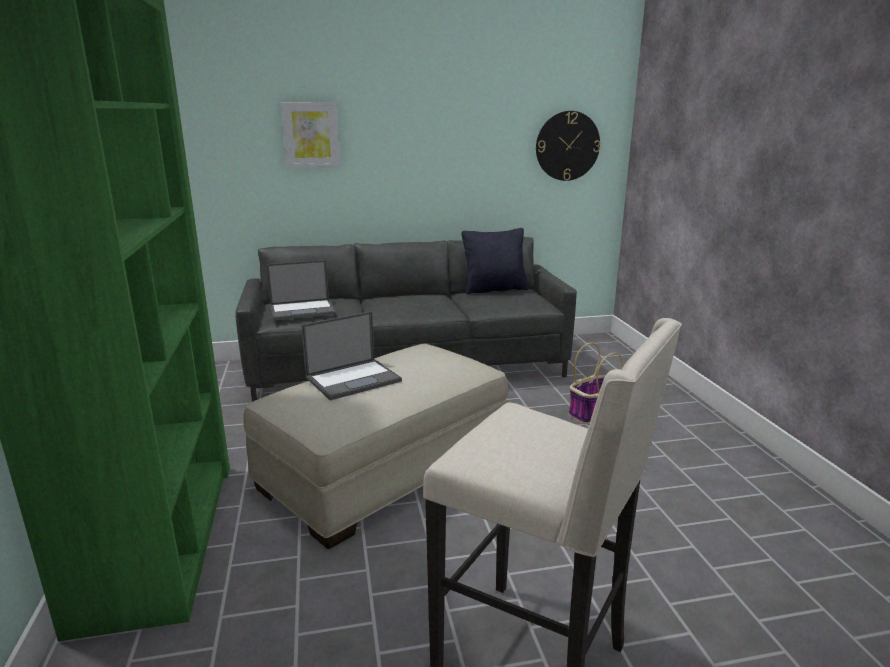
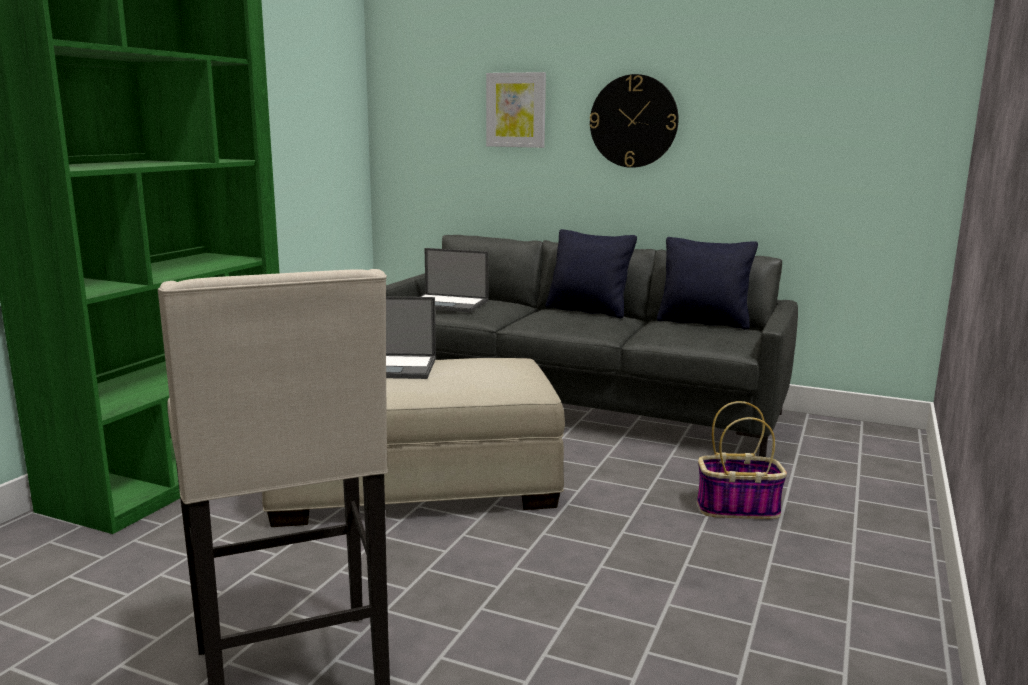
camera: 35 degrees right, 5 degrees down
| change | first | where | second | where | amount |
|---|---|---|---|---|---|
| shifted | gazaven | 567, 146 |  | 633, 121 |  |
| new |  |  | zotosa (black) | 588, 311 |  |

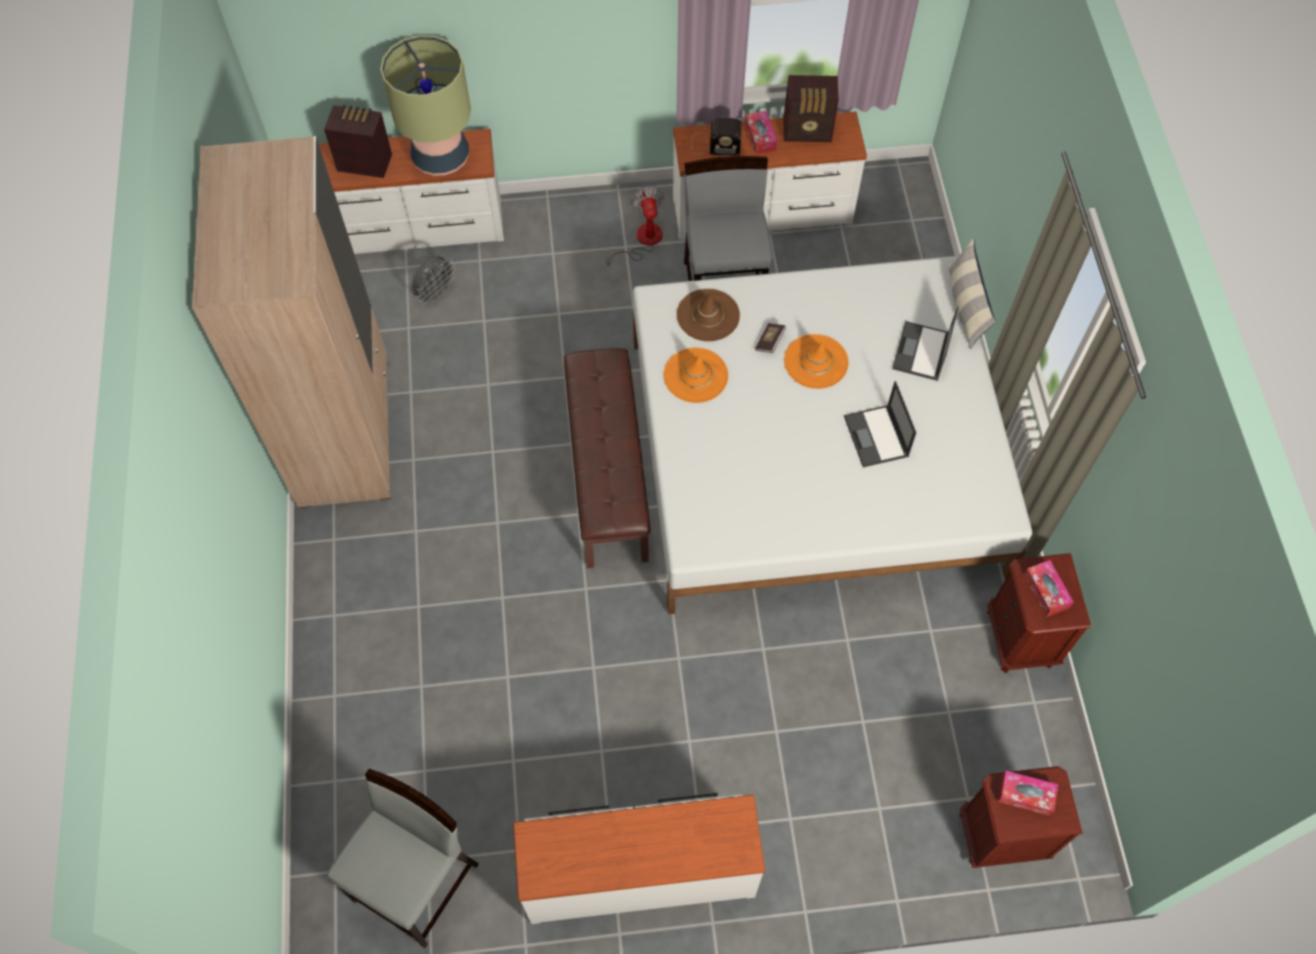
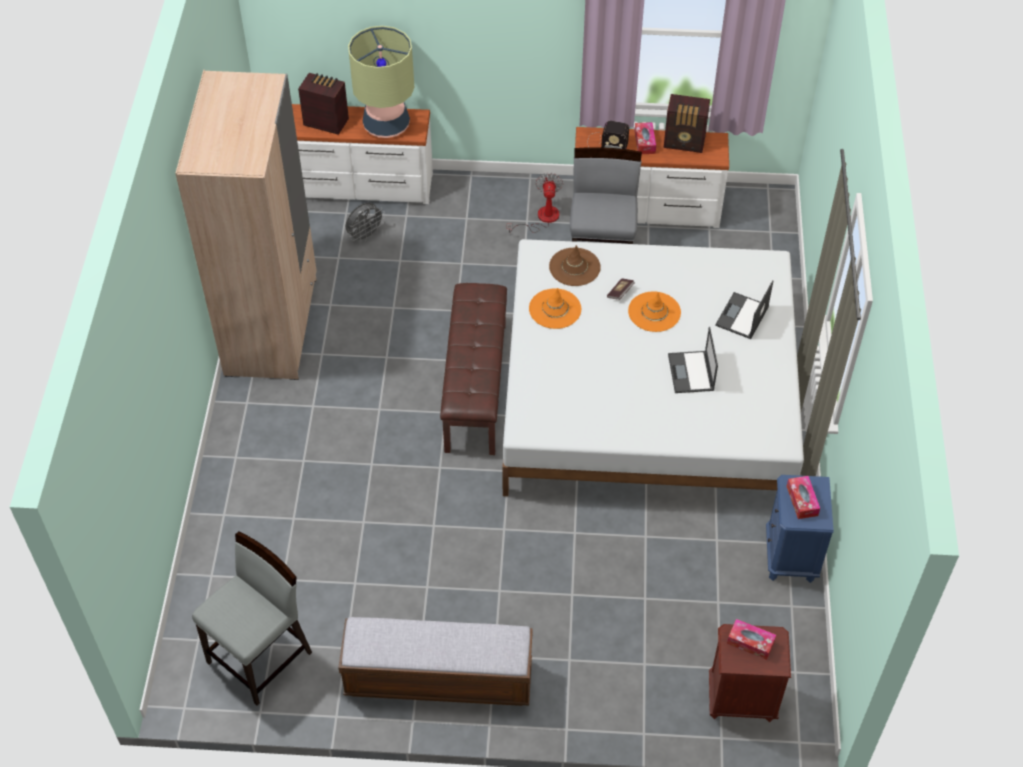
camera: 10 degrees right, 10 degrees down
| change | first | where | second | where | amount |
|---|---|---|---|---|---|
| gone | zotosa | 966, 306 |  |  |  |
| repainted | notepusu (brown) | 1020, 638 | notepusu (blue) | 790, 556 |  |
| swapped | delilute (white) | 639, 872 | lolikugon | 438, 679 |  |

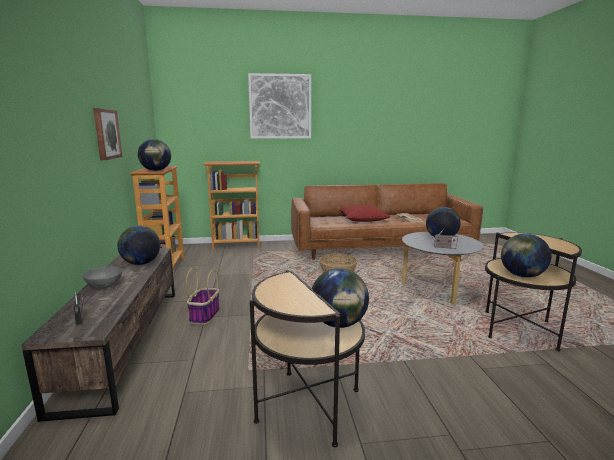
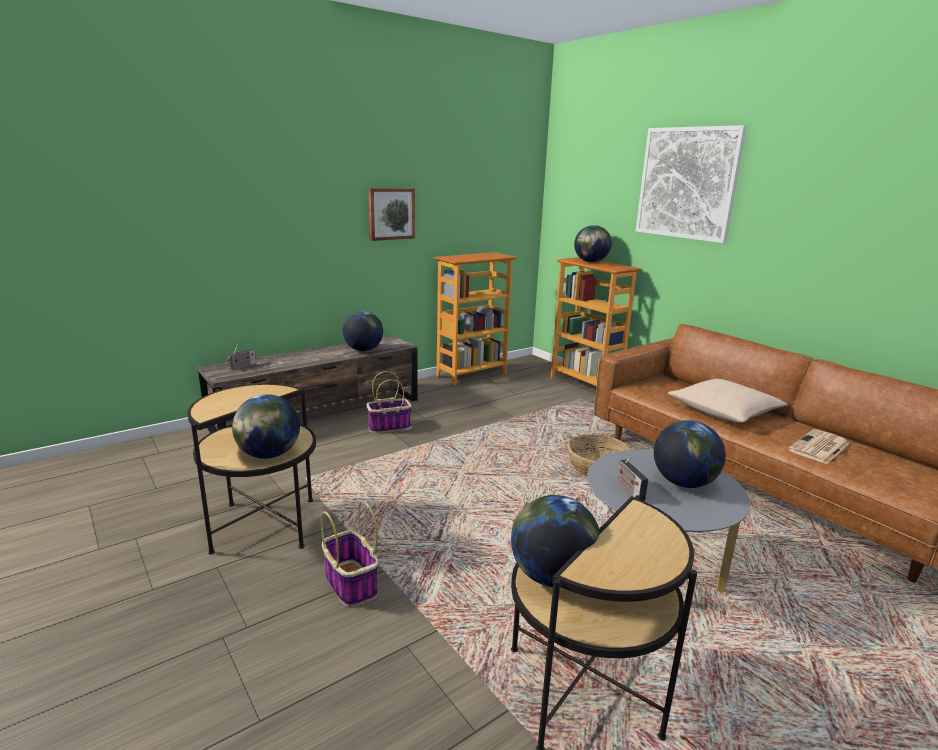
camera: 60 degrees right, 5 degrees up
| change | first | where | second | where | amount |
|---|---|---|---|---|---|
| shifted | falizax | 156, 170 |  | 590, 262 |  |
| repainted | zotosa (red) | 363, 220 | zotosa (beige) | 724, 412 |  |
| gone | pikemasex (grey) | 104, 286 |  |  |  |
| new |  |  | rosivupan | 350, 583 |  |

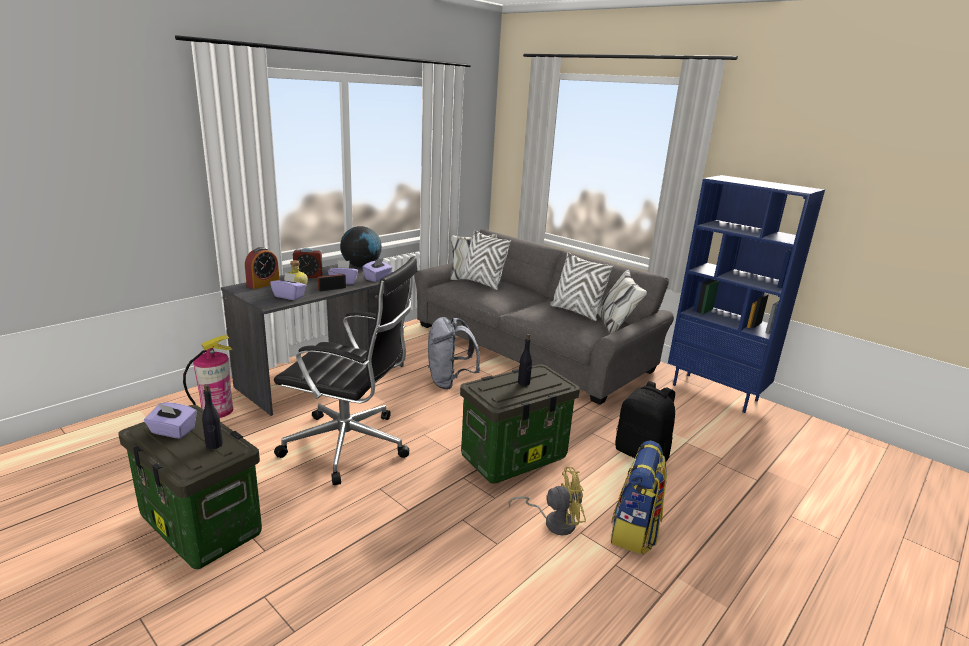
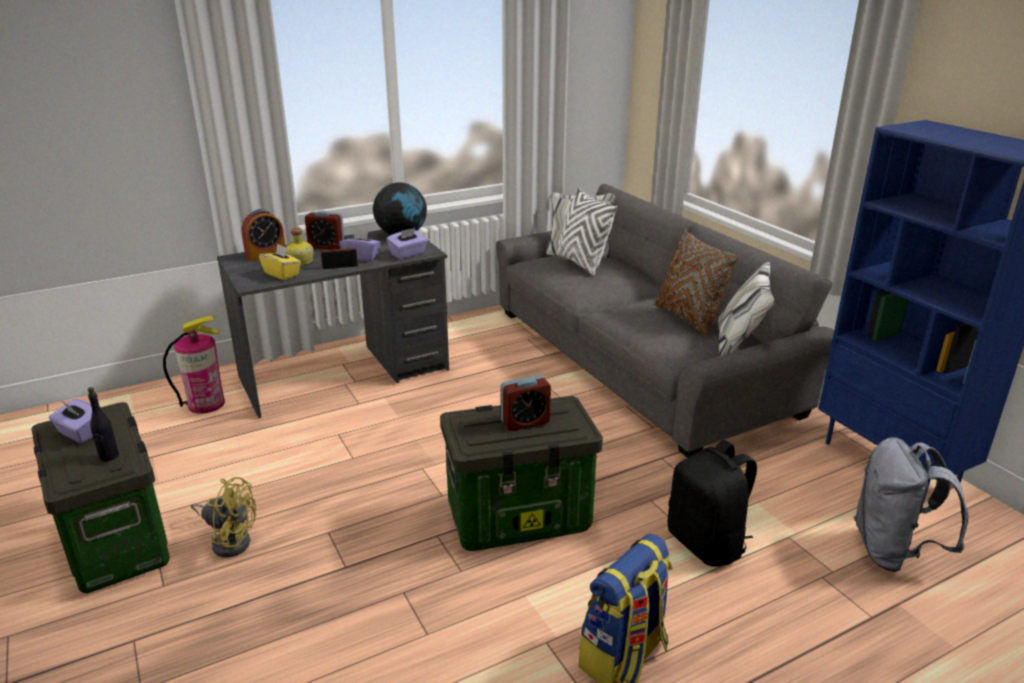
camera: 20 degrees right, 5 degrees up
| change | first | where | second | where | amount |
|---|---|---|---|---|---|
| repainted | zotosa (white) | 576, 312 | zotosa (brown) | 688, 318 |  |
| gone | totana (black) | 350, 446 |  |  |  |
| repainted | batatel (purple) | 289, 296 | batatel (yellow) | 282, 274 |  |
| shifted | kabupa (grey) | 449, 382 |  | 892, 552 |  |
| swapped | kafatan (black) | 524, 383 | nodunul | 525, 422 |  |
| shifted | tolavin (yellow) | 554, 522 |  | 229, 540 |  |

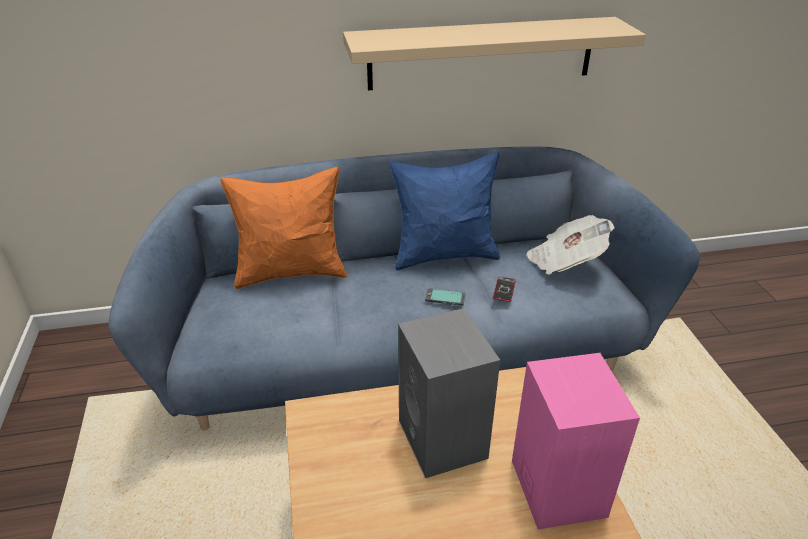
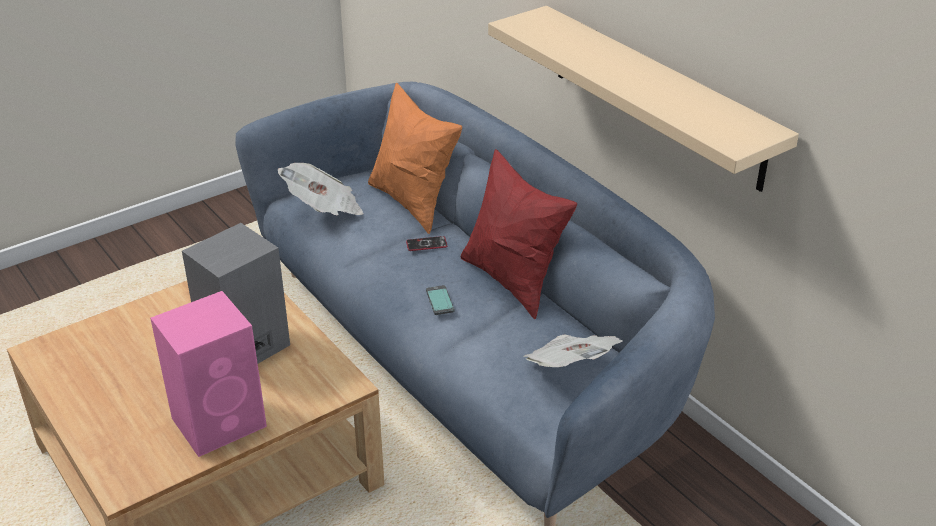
camera: 65 degrees right, 0 degrees up
| change | first | where | second | where | amount |
|---|---|---|---|---|---|
| repainted | zotosa (blue) | 444, 255 | zotosa (red) | 513, 281 |  |
| shifted | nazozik | 504, 289 |  | 426, 244 |  |
| new |  |  | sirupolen | 324, 208 |  |

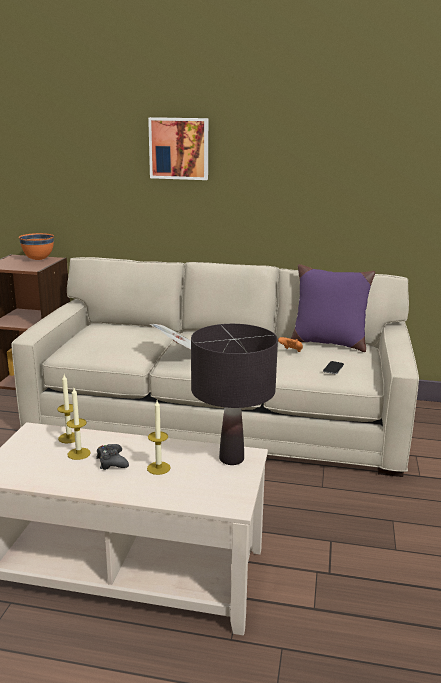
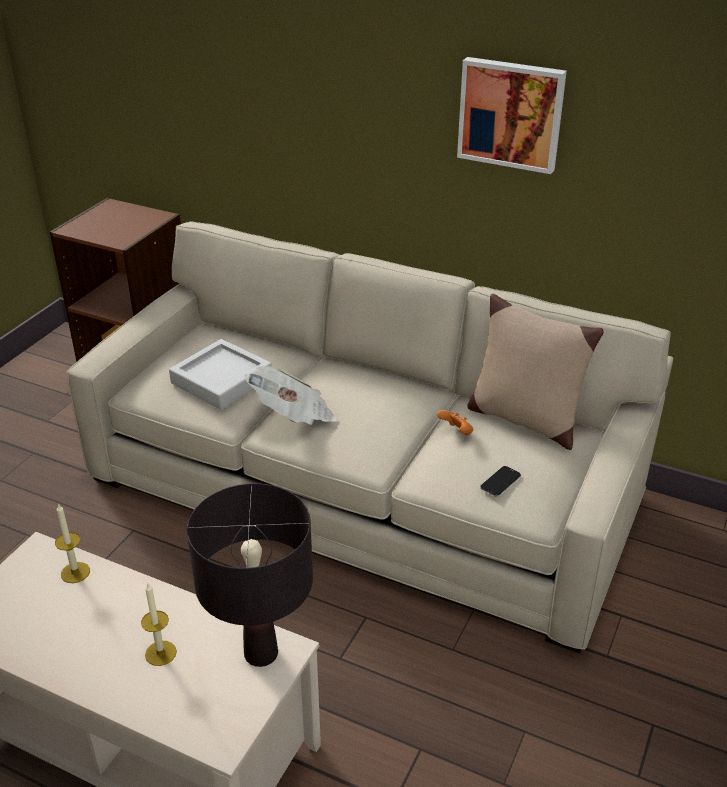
camera: 15 degrees right, 15 degrees up
| change | first | where | second | where | amount |
|---|---|---|---|---|---|
| shifted | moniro | 179, 148 |  | 511, 114 |  |
| gone | pikemasex (orange) | 38, 259 |  |  |  |
| repainted | zotosa (purple) | 328, 343 | zotosa (beige) | 524, 419 |  |
| gone | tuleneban | 79, 453 |  |  |  |
| gone | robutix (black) | 112, 462 |  |  |  |
| new |  |  | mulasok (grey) | 222, 380 |  |

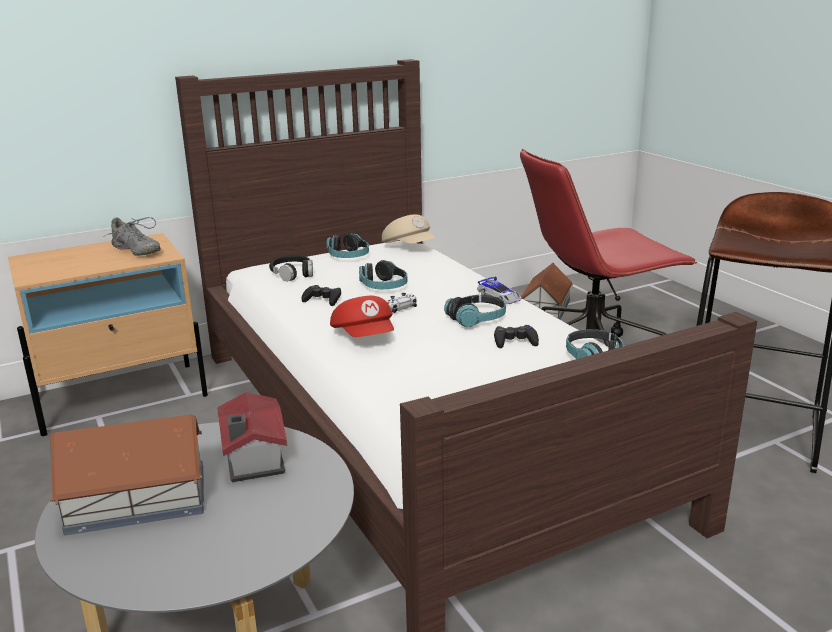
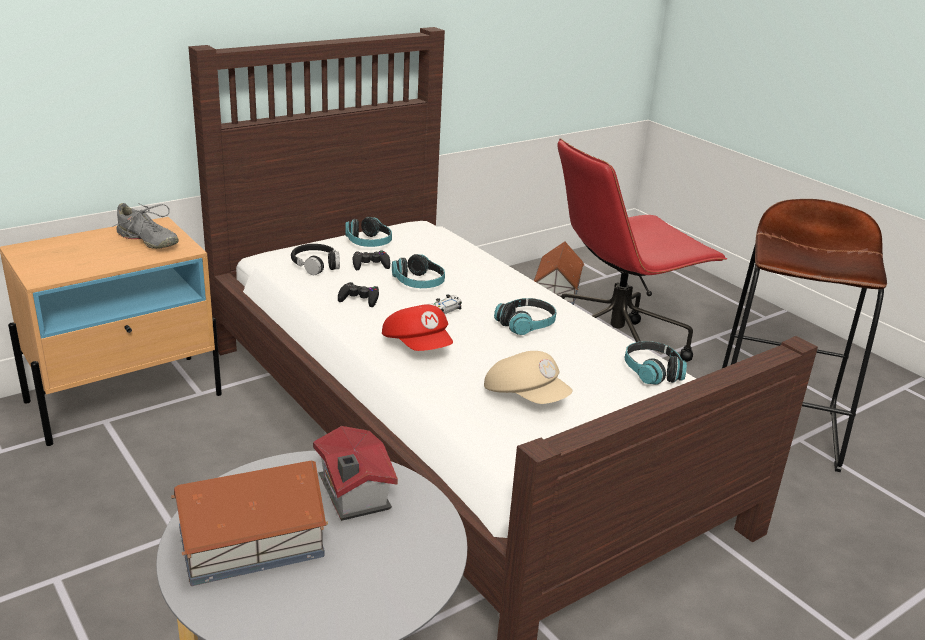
camera: 10 degrees left, 5 degrees up
| change | first | where | second | where | amount |
|---|---|---|---|---|---|
| shifted | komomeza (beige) | 410, 247 |  | 526, 396 |  |
| gone | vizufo | 500, 296 |  |  |  |
| shifted | robutix (black) | 515, 341 |  | 370, 264 |  |

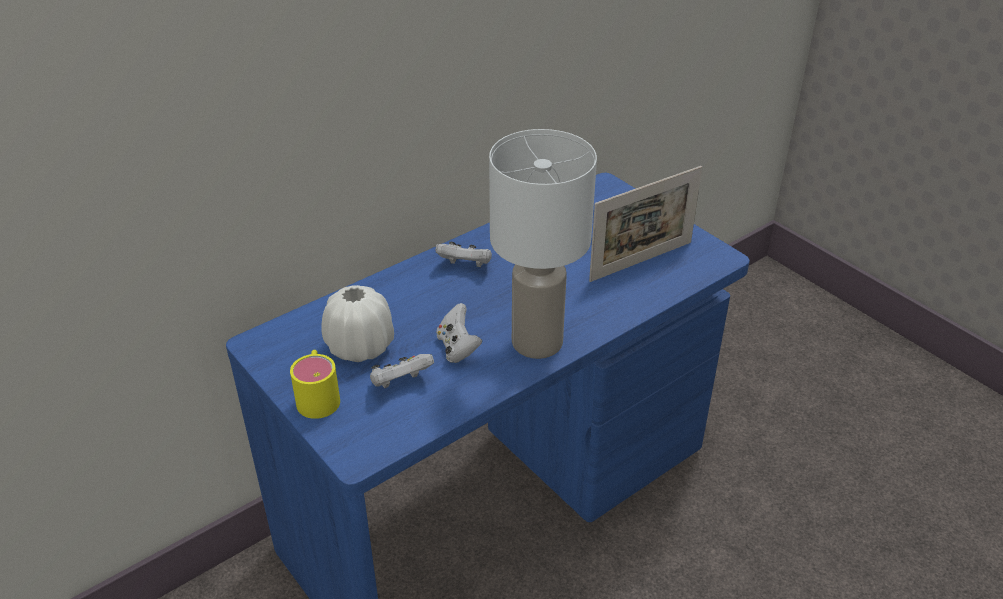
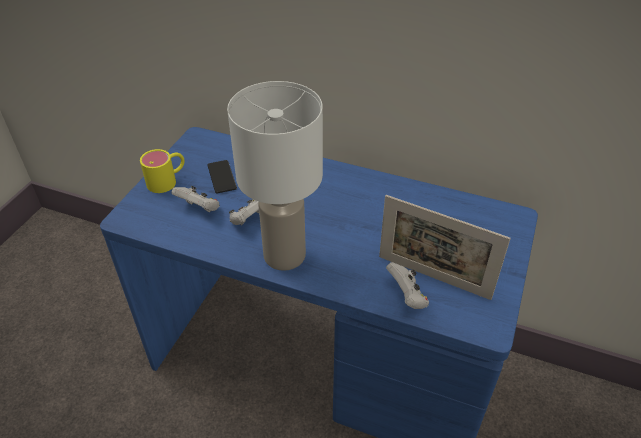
camera: 60 degrees right, 5 degrees up
| change | first | where | second | where | amount |
|---|---|---|---|---|---|
| shifted | robutix (white) | 465, 266 |  | 407, 296 |  |
| swapped | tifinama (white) | 360, 347 | nazozik | 222, 177 |  |

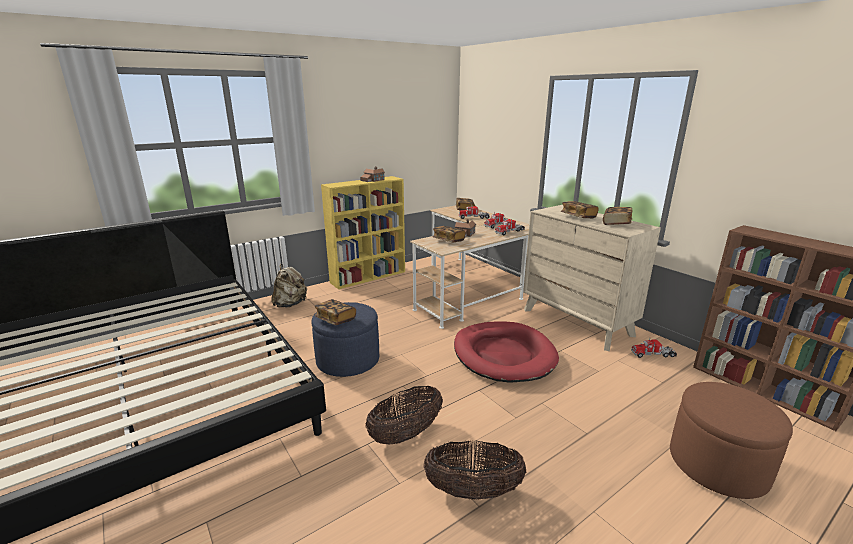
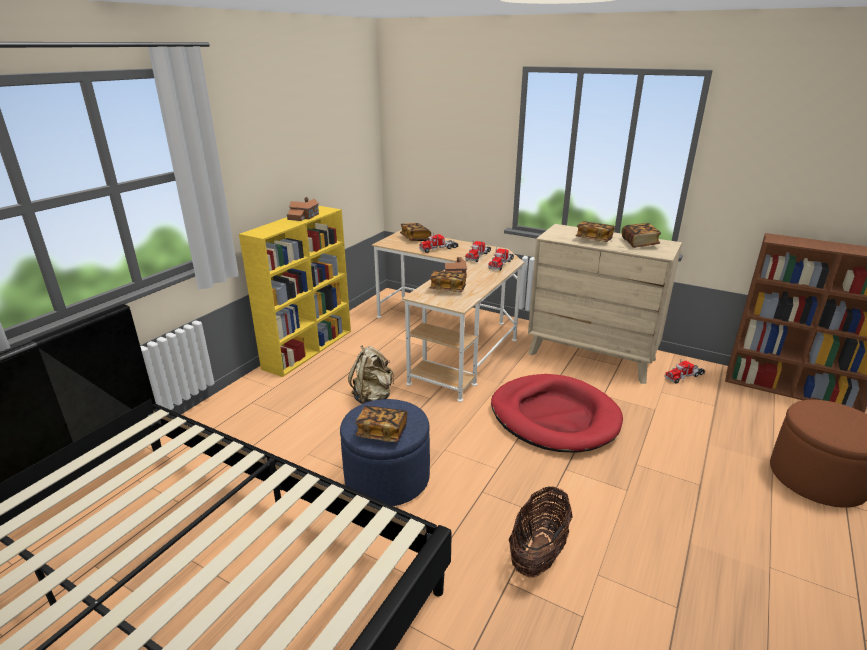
camera: 25 degrees left, 5 degrees up
| change | first | where | second | where | amount |
|---|---|---|---|---|---|
| shifted | kabupa (beige) | 290, 304 |  | 373, 397 |  |
| gone | rosivupan | 473, 491 |  |  |  |

